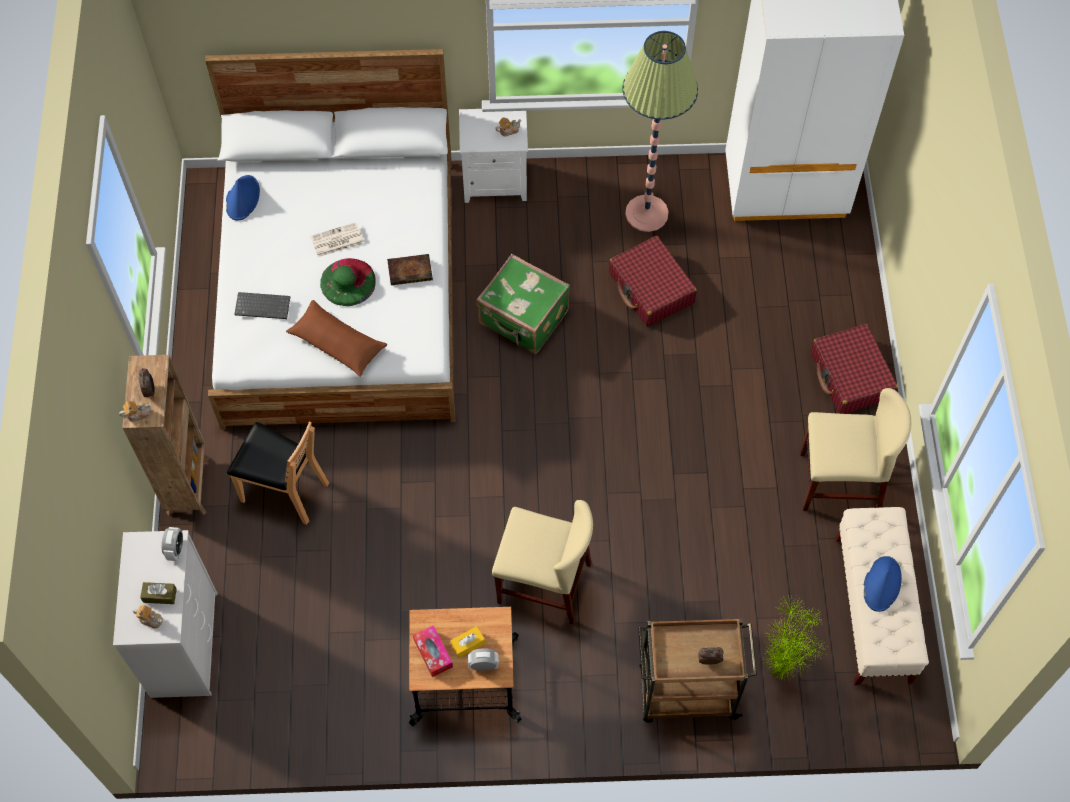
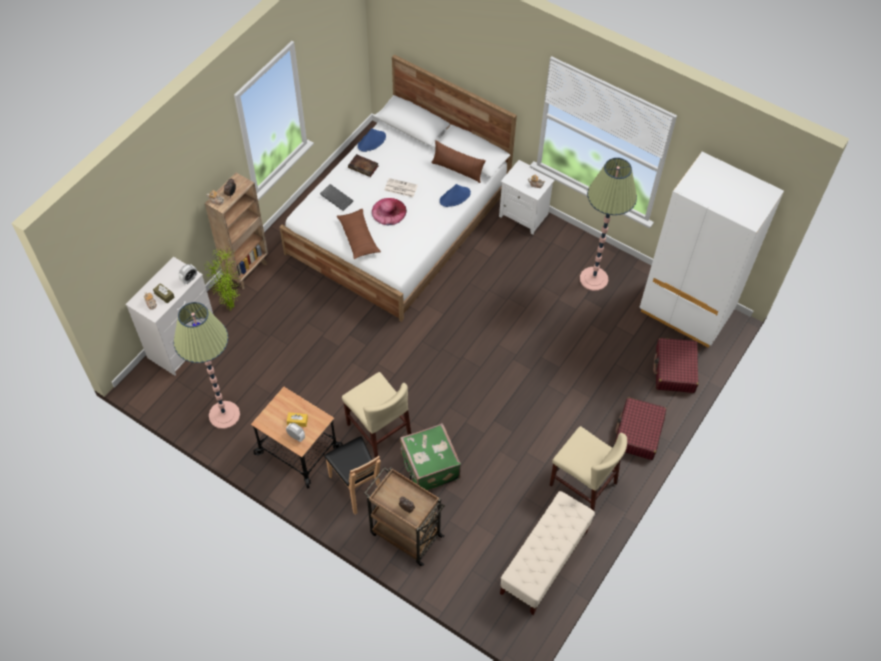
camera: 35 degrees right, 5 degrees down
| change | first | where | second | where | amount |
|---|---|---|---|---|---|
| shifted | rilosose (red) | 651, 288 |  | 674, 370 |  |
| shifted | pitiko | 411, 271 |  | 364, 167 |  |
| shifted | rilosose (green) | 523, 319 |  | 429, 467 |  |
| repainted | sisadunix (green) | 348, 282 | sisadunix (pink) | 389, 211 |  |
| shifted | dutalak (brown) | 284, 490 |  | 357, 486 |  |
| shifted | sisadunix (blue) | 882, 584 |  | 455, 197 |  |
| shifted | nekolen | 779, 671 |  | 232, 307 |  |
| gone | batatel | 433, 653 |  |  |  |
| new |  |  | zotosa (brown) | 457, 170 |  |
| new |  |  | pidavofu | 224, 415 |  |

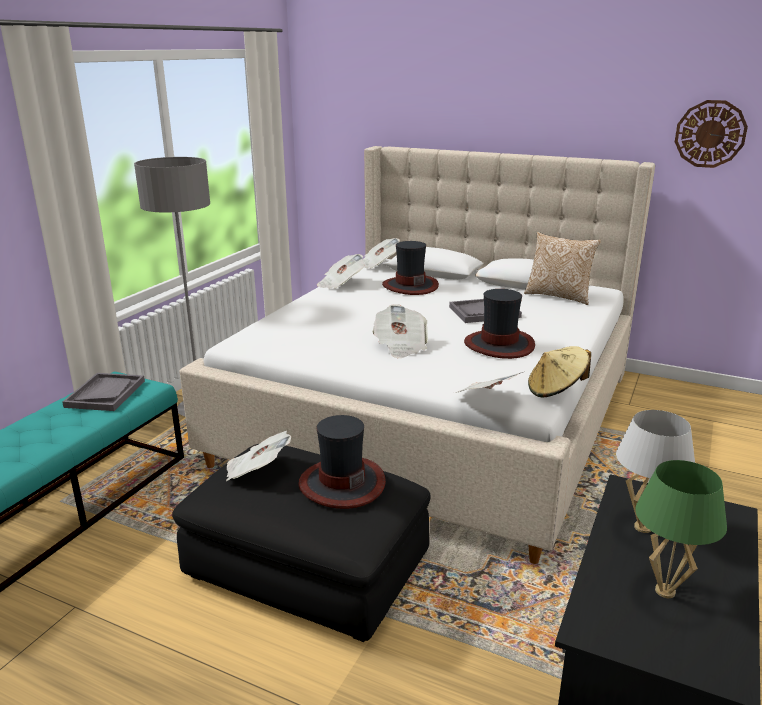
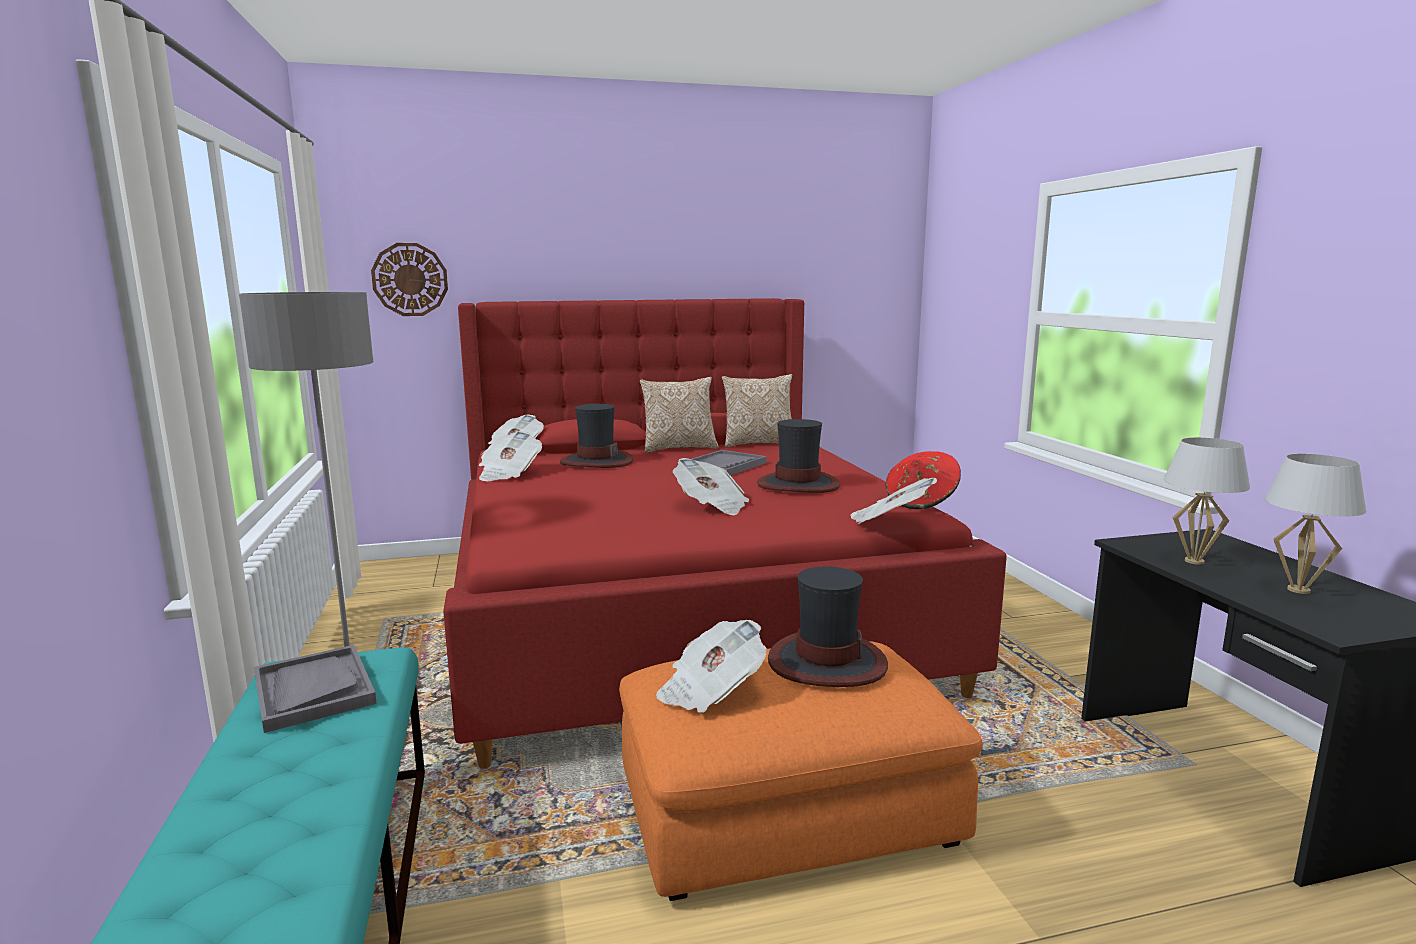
camera: 40 degrees left, 10 degrees down
| change | first | where | second | where | amount |
|---|---|---|---|---|---|
| shifted | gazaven | 710, 134 |  | 410, 279 |  |
| repainted | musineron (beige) | 436, 415 | musineron (red) | 681, 612 |  |
| repainted | sisadunix (beige) | 556, 390 | sisadunix (red) | 921, 502 |  |
| repainted | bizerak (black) | 308, 566 | bizerak (orange) | 786, 808 |  |
| repainted | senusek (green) | 665, 591 | senusek (white) | 1298, 590 |  |
| new |  |  | zotosa | 679, 448 |  |

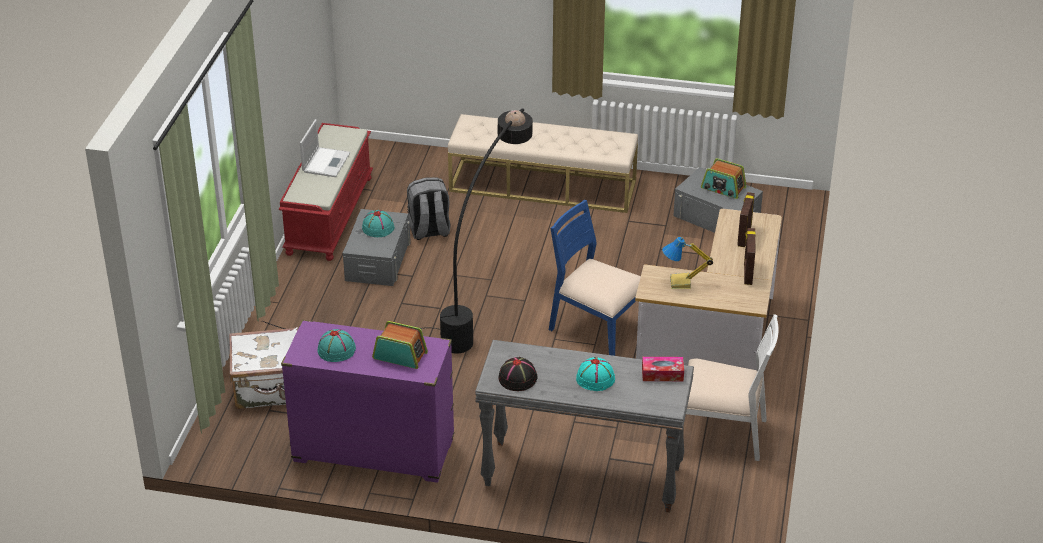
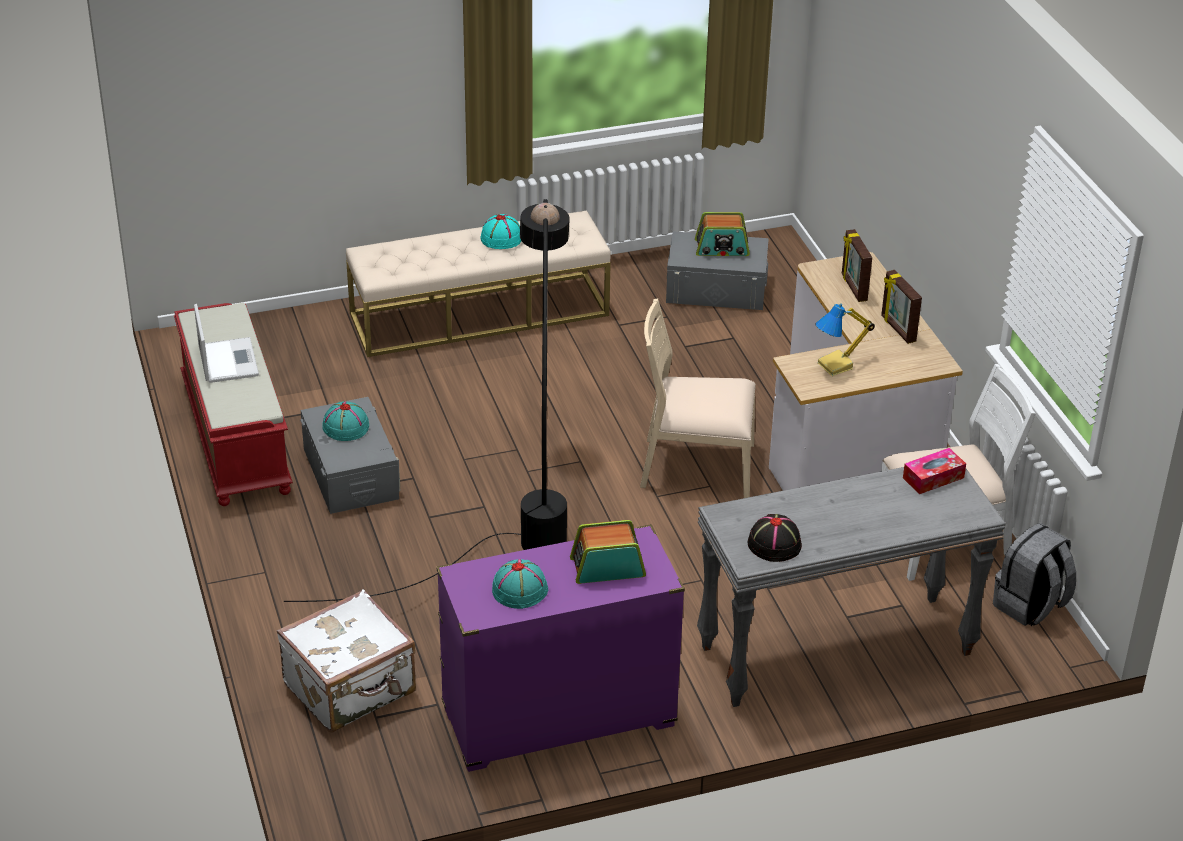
camera: 30 degrees left, 0 degrees up
| change | first | where | second | where | amount |
|---|---|---|---|---|---|
| shifted | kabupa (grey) | 429, 231 |  | 1030, 606 |  |
| repainted | dutalak (blue) | 597, 329 | dutalak (beige) | 696, 466 |  |
| shifted | sisadunix (turquoise) | 595, 379 |  | 502, 238 |  |

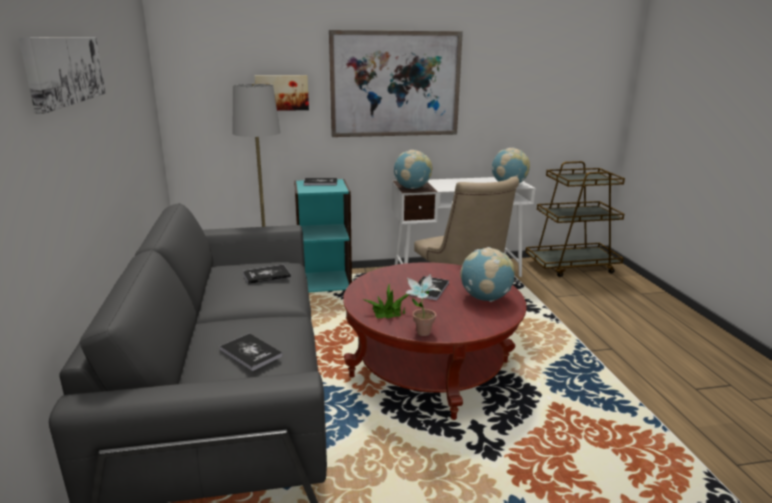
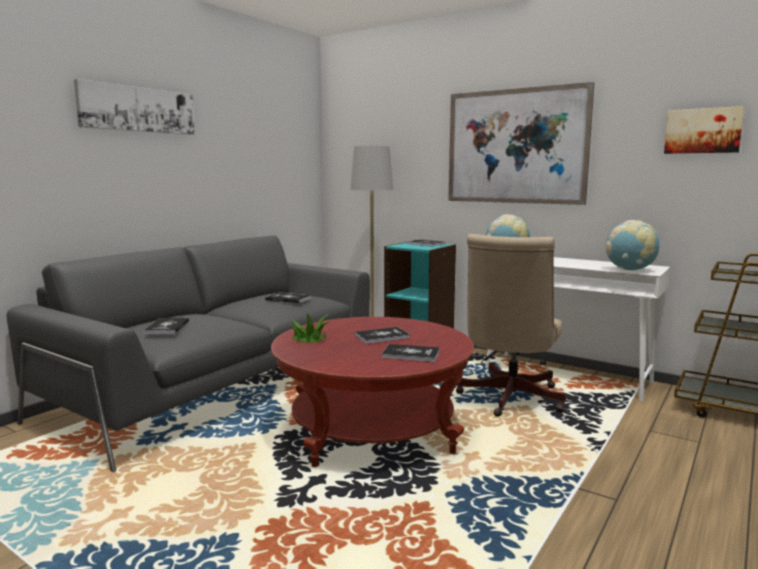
camera: 45 degrees right, 10 degrees down
| change | first | where | second | where | amount |
|---|---|---|---|---|---|
| shifted | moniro | 282, 92 |  | 703, 131 |  |
| swapped | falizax | 485, 298 | pitiko | 411, 354 |  |
| gone | nekolen | 420, 334 |  |  |  |

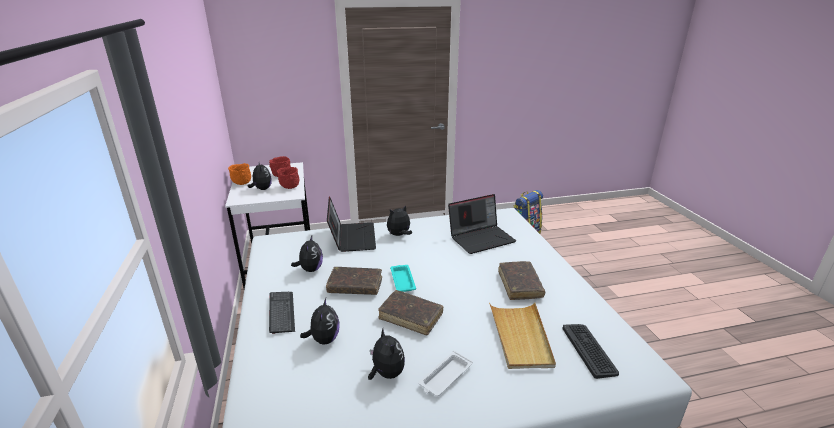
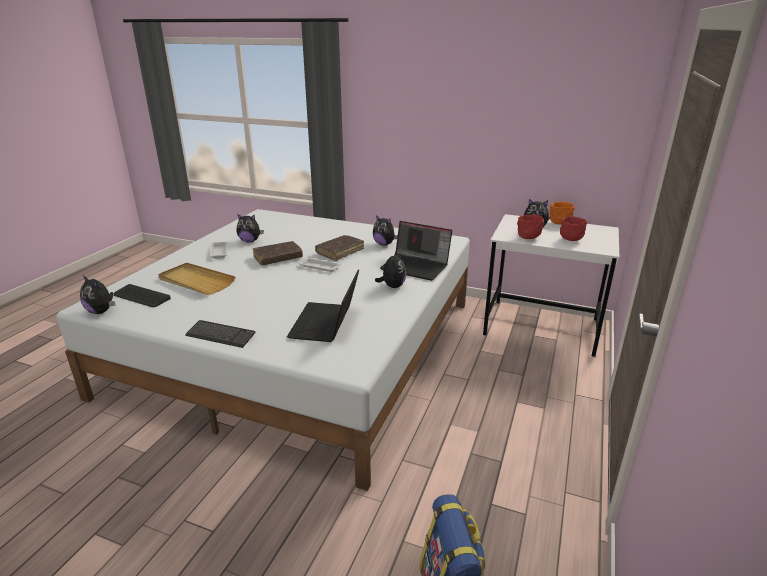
camera: 125 degrees right, 0 degrees up
| change | first | where | second | where | amount |
|---|---|---|---|---|---|
| gone | pitiko (brown) | 520, 285 |  |  |  |
| repainted | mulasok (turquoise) | 402, 280 | mulasok (white) | 320, 267 |  |
| shifted | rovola | 282, 312 |  | 220, 335 |  |
| shifted | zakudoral | 324, 339 |  | 101, 311 |  |

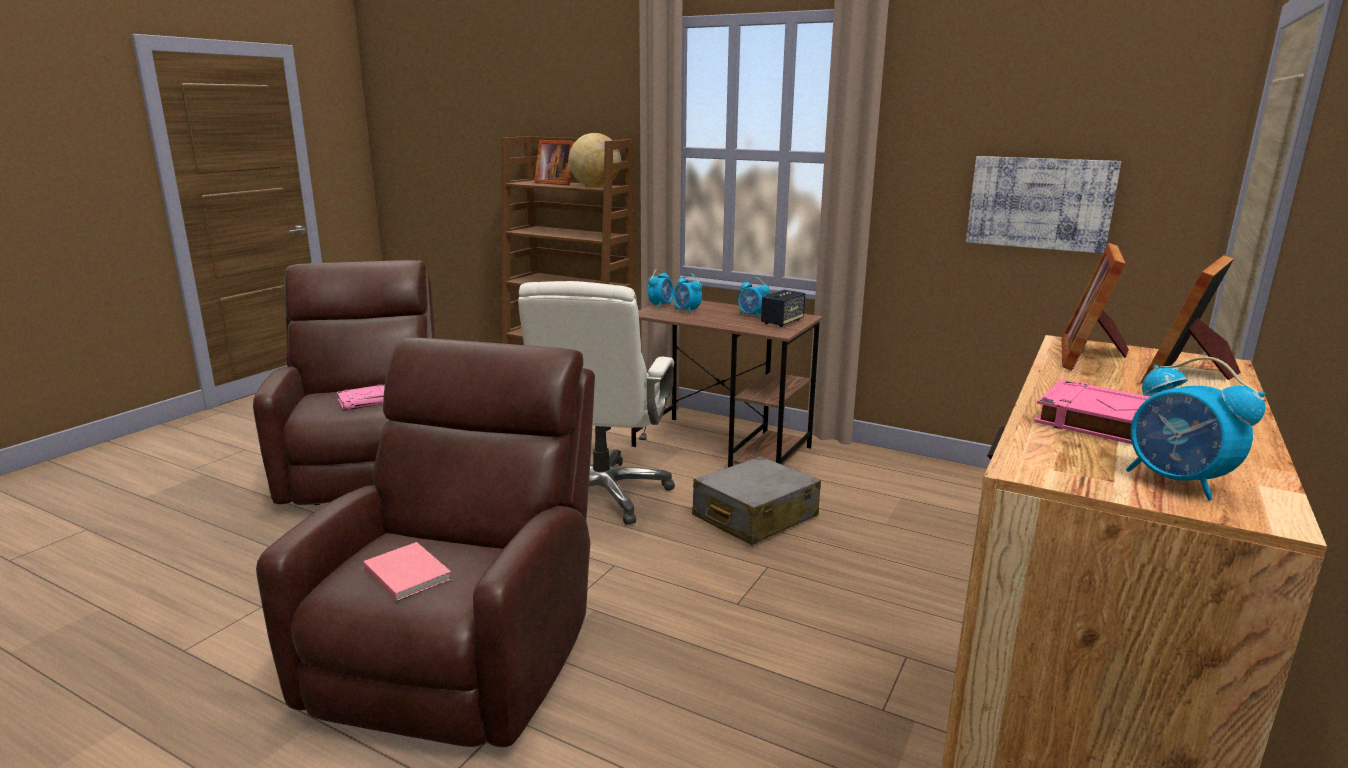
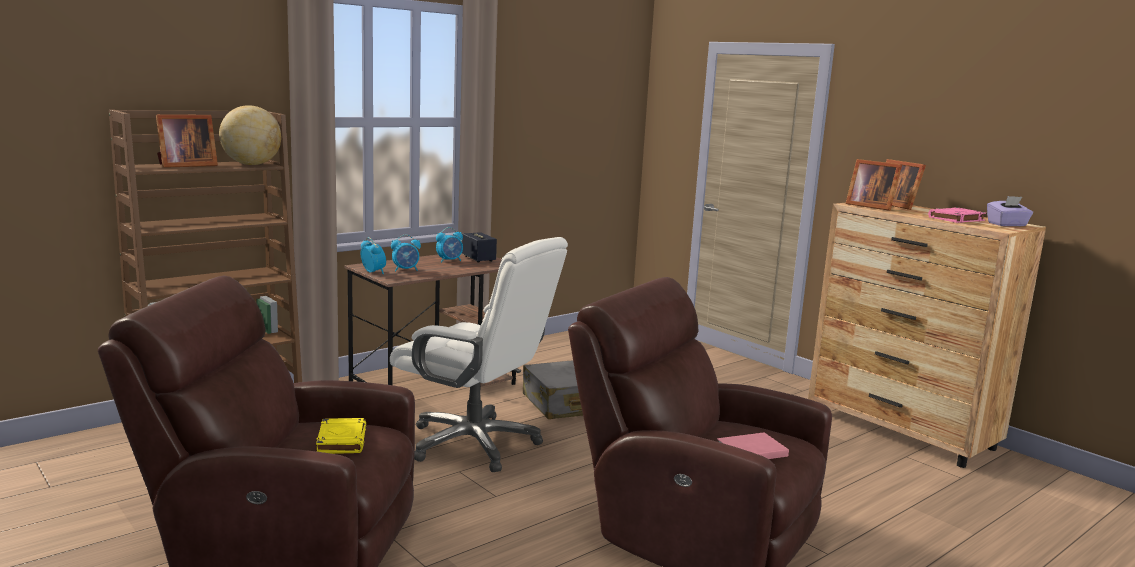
camera: 70 degrees left, 5 degrees down
| change | first | where | second | where | amount |
|---|---|---|---|---|---|
| gone | moniro | 1039, 203 |  |  |  |
| swapped | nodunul | 1177, 482 | batatel (purple) | 1007, 224 |  |
| repainted | pitiko (pink) | 367, 401 | pitiko (yellow) | 341, 440 |  |

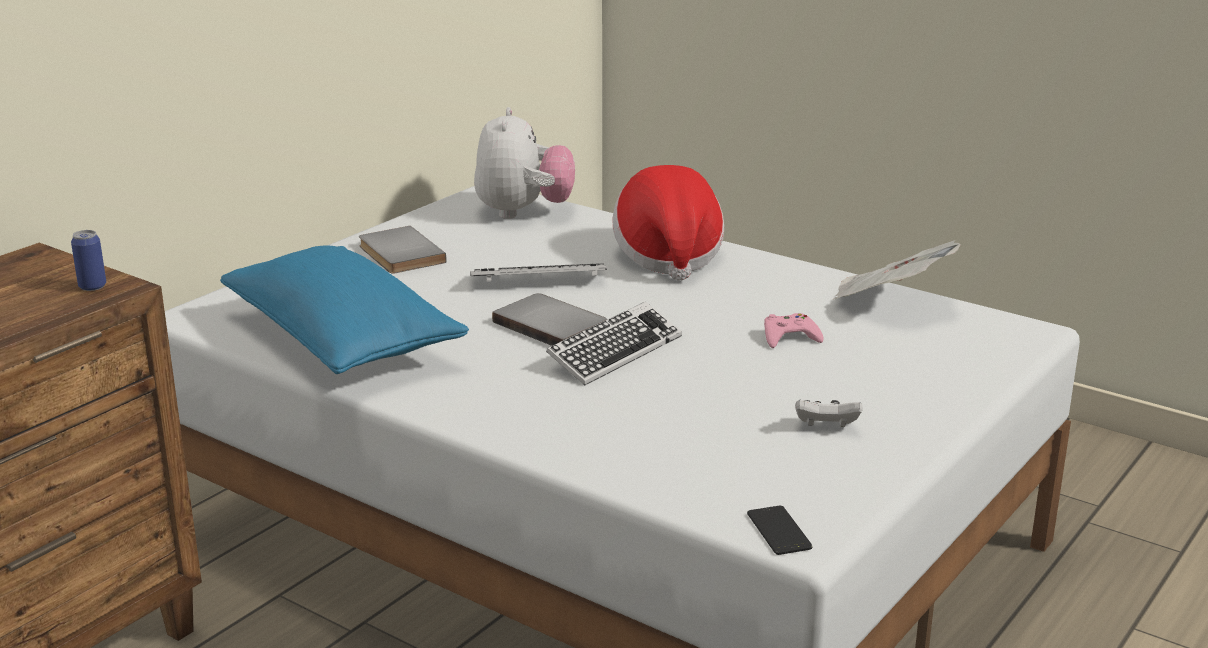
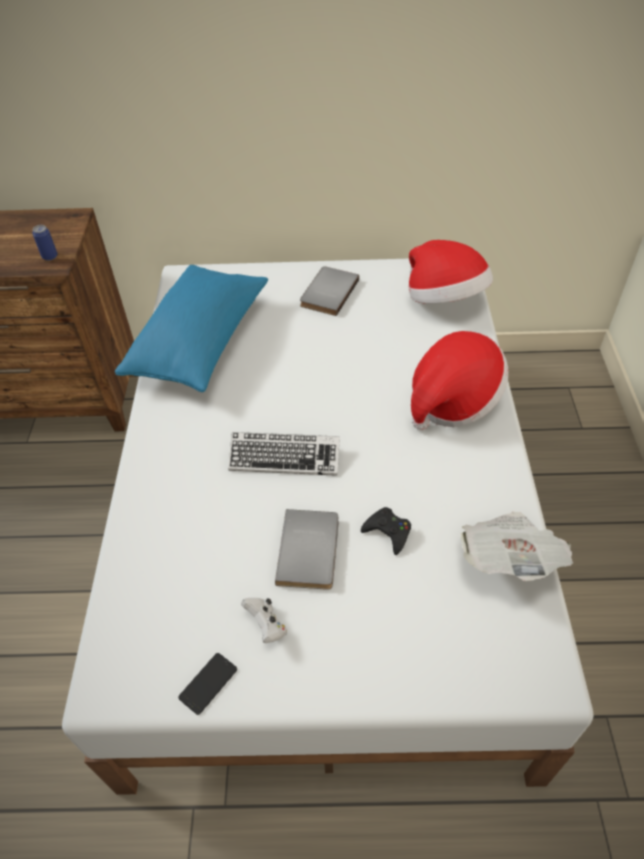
camera: 55 degrees right, 25 degrees up
| change | first | where | second | where | amount |
|---|---|---|---|---|---|
| swapped | zakudoral | 523, 212 | sisadunix | 444, 300 |  |
| gone | rovola | 538, 281 |  |  |  |
| shifted | pitiko (grey) | 553, 325 |  | 311, 551 |  |
| repainted | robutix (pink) | 789, 337 | robutix (black) | 388, 532 |  |
| shifted | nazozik | 779, 531 |  | 208, 683 |  |

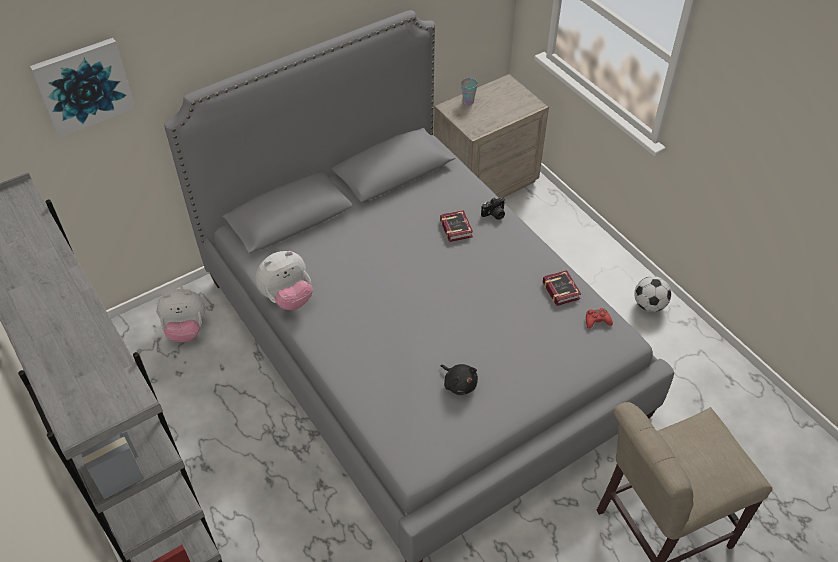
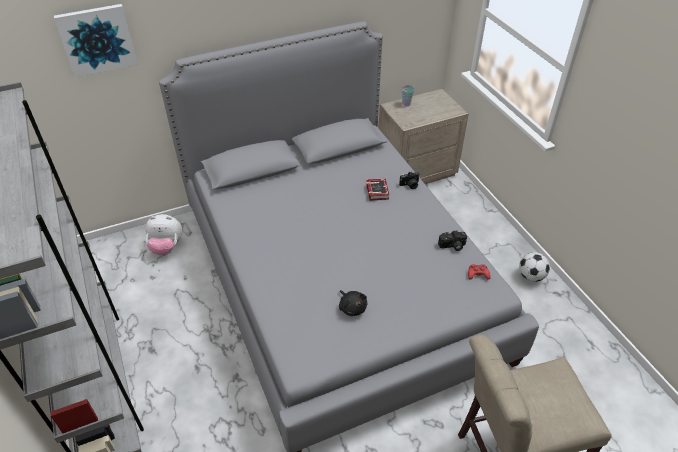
camera: 10 degrees right, 5 degrees down
| change | first | where | second | where | amount |
|---|---|---|---|---|---|
| gone | zakudoral | 287, 298 |  |  |  |
| swapped | pitiko | 561, 289 | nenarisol | 452, 246 |  |

